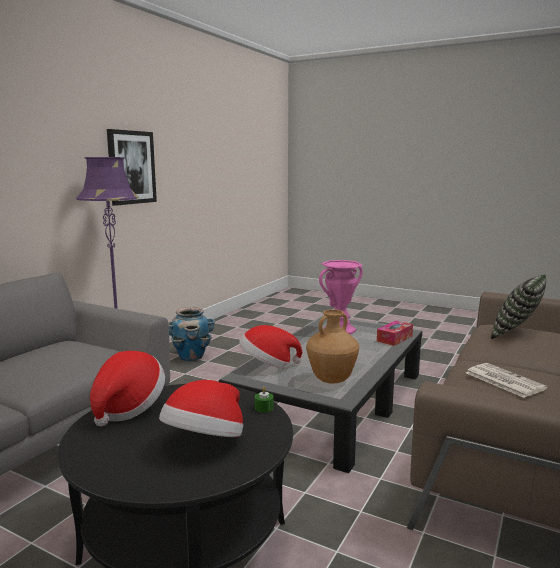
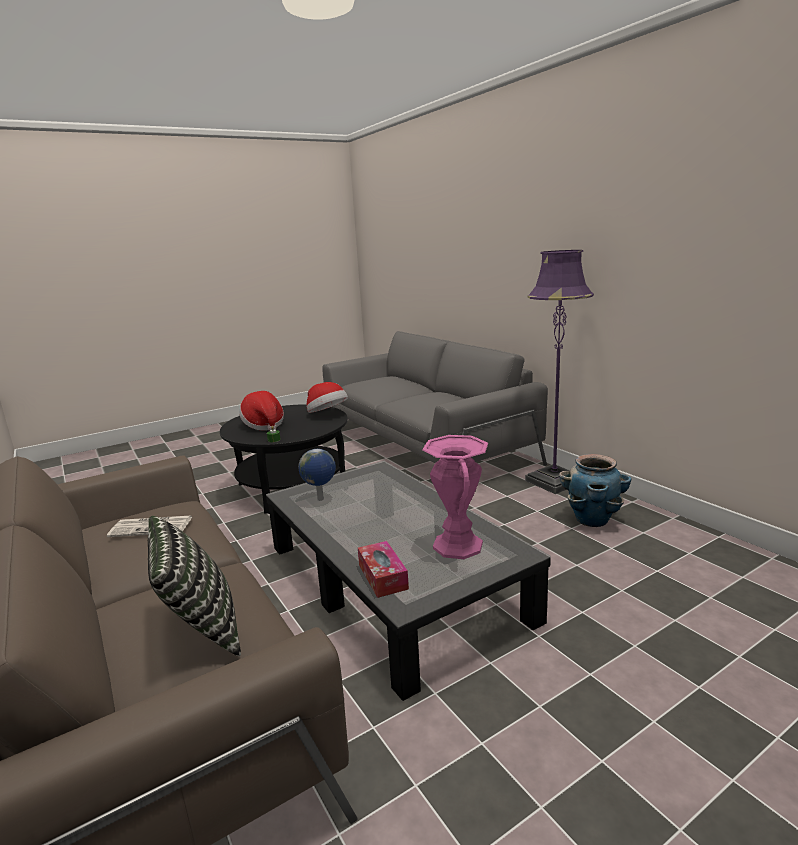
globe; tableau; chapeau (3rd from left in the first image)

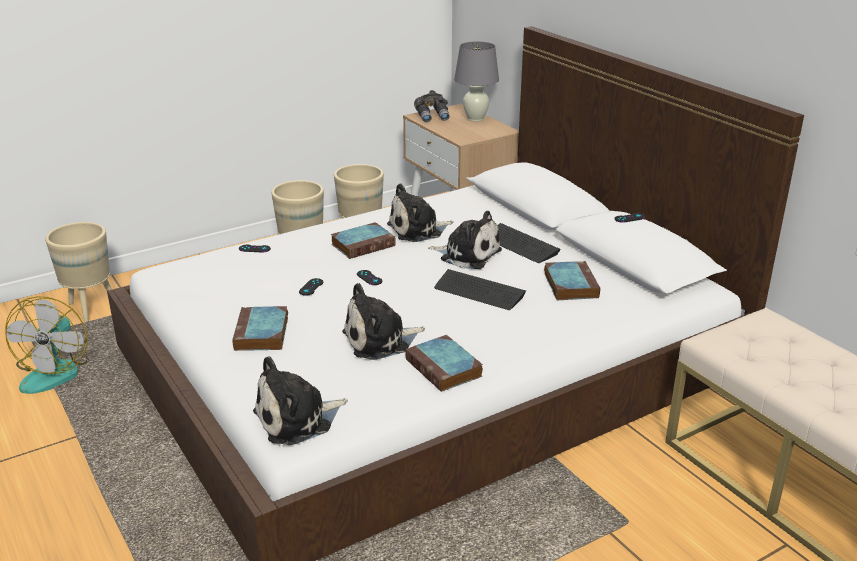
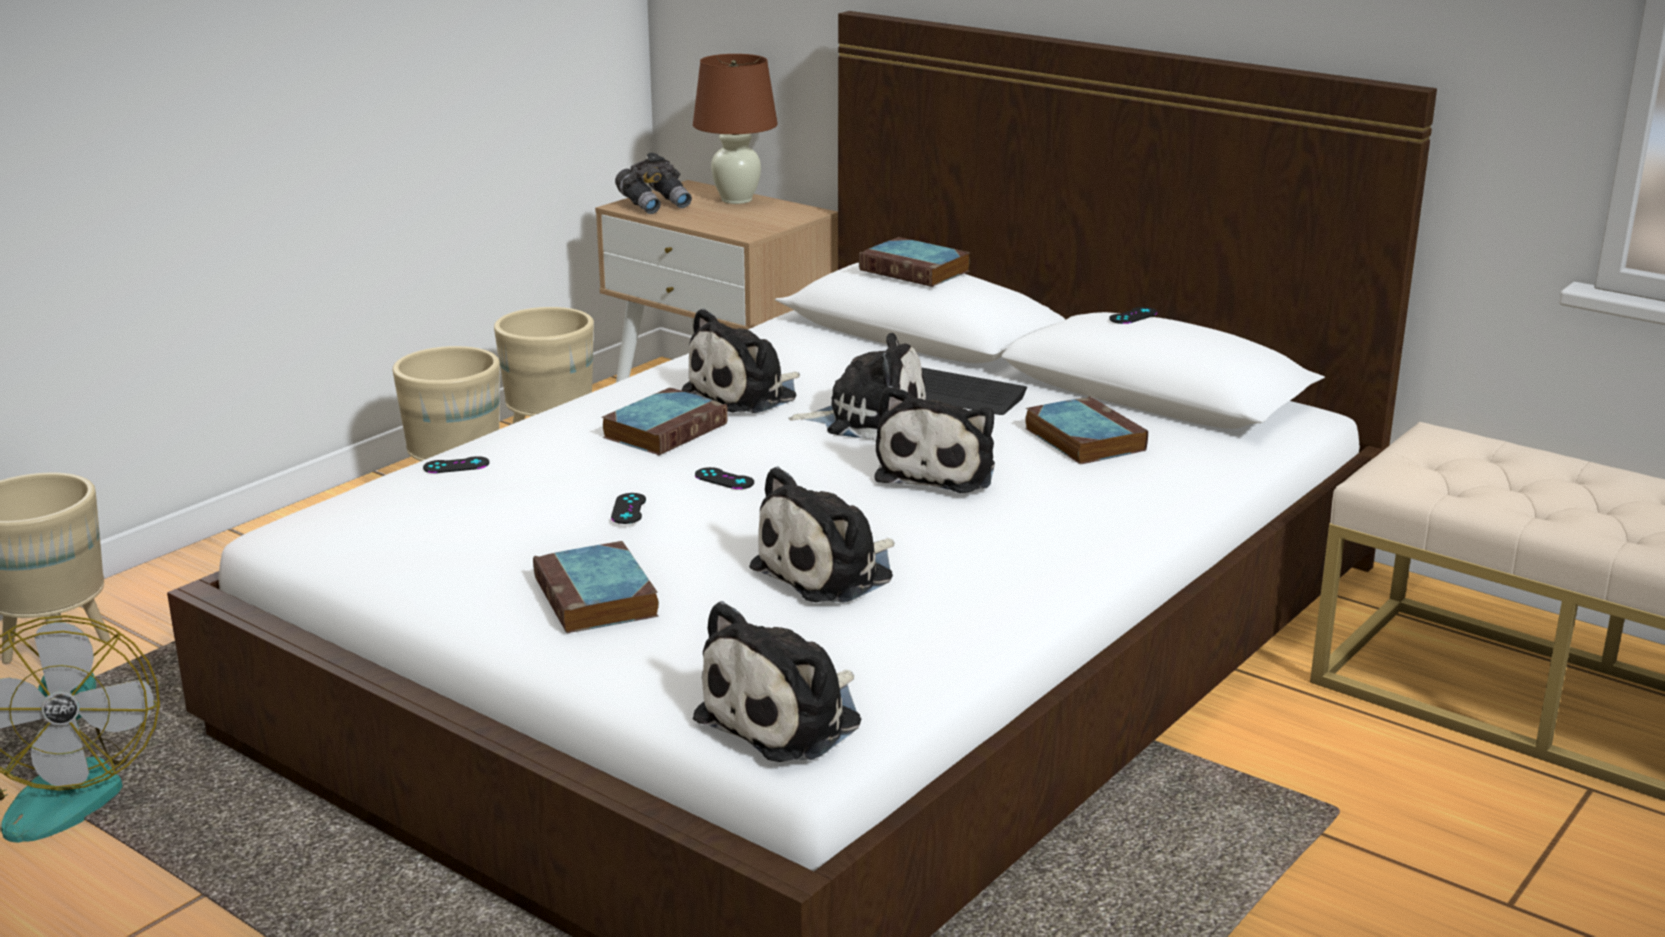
lampe de table [marron]; livre (3rd from left); peluche (5th from left)

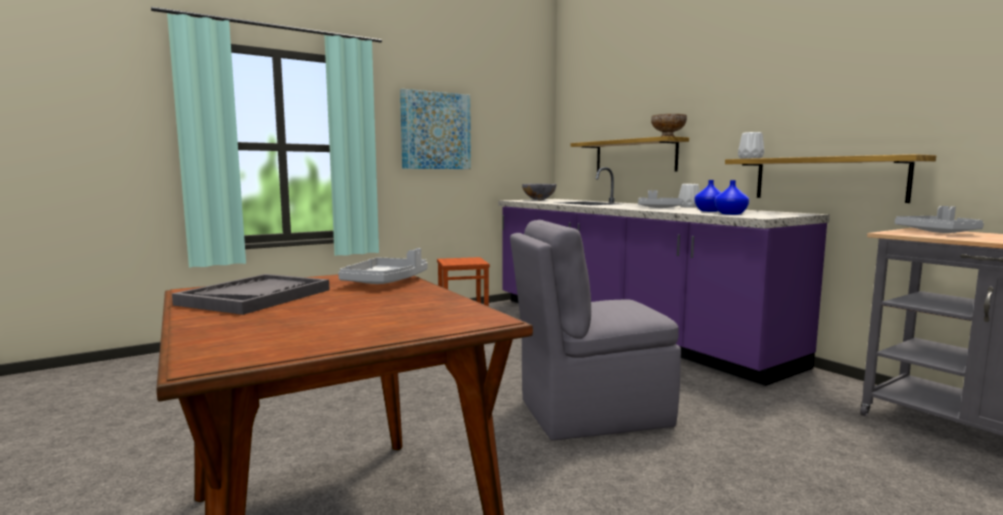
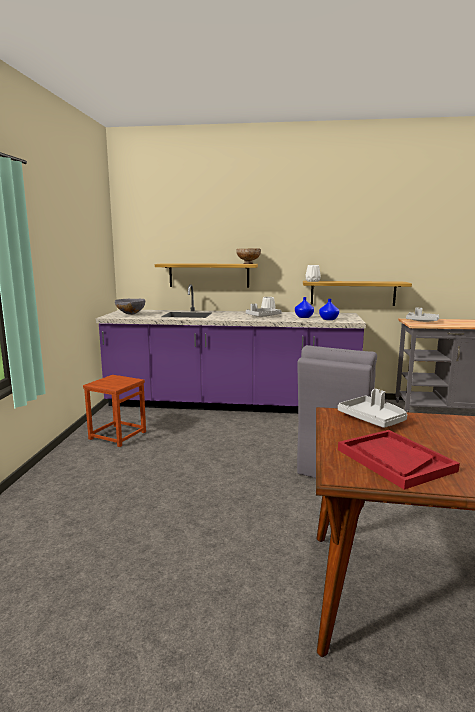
plateau [rouge]; tableau

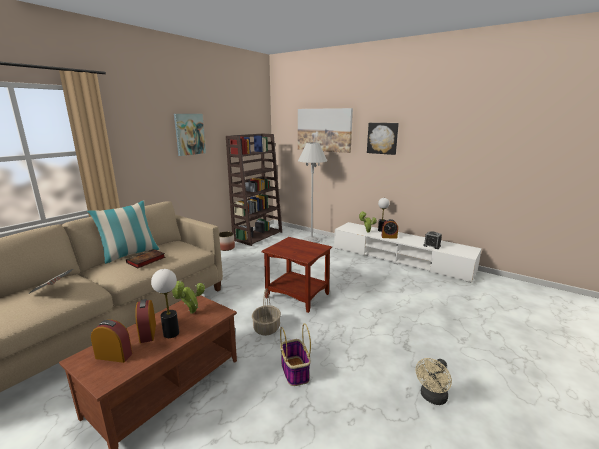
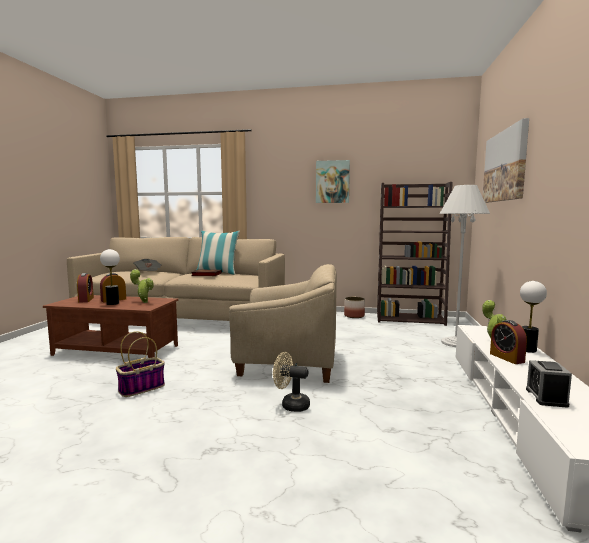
fauteuil [beige]; ventilateur [beige]; panier (1st from left in the first image); tableau (3rd from left in the first image)

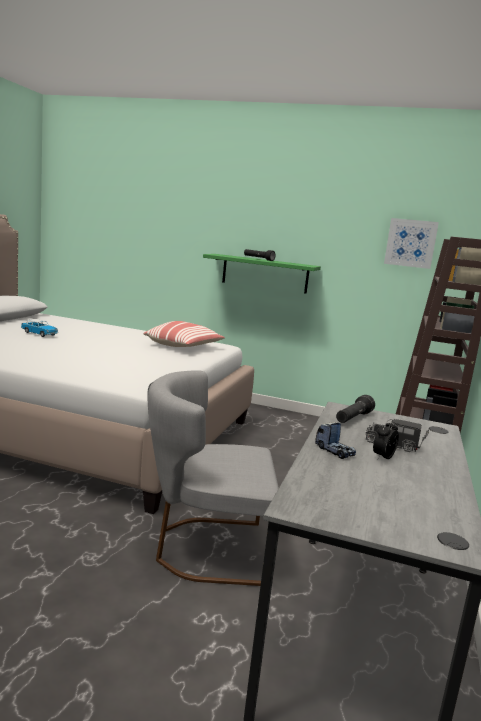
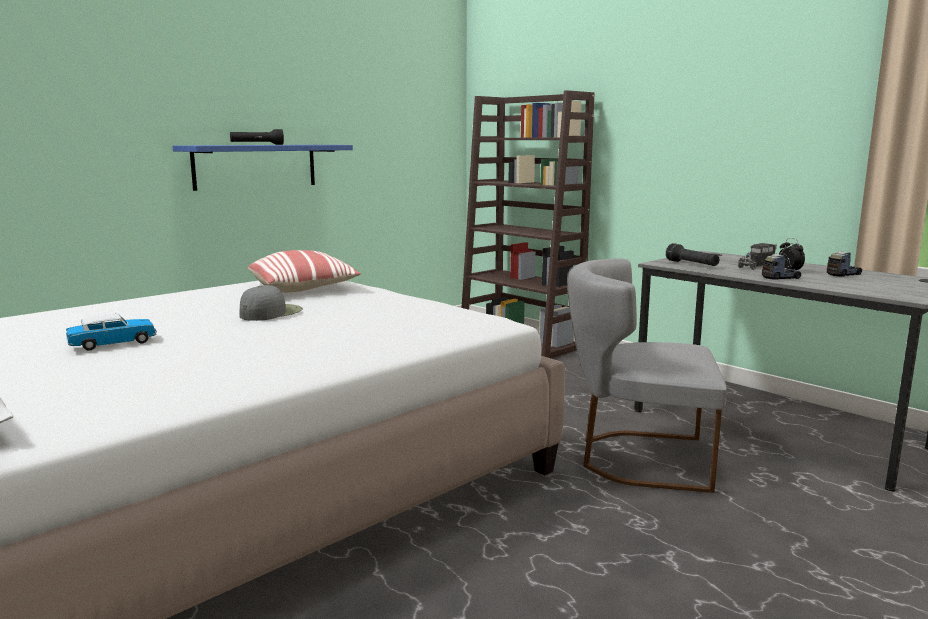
étagère [bleu]; casquette [gris]; chaise [gris]; camion jouet (3rd from left); tableau

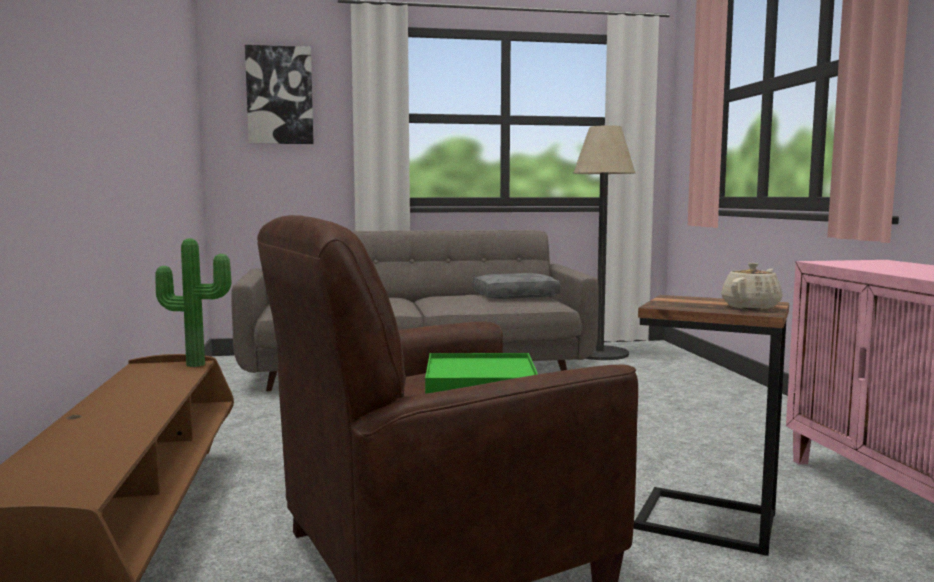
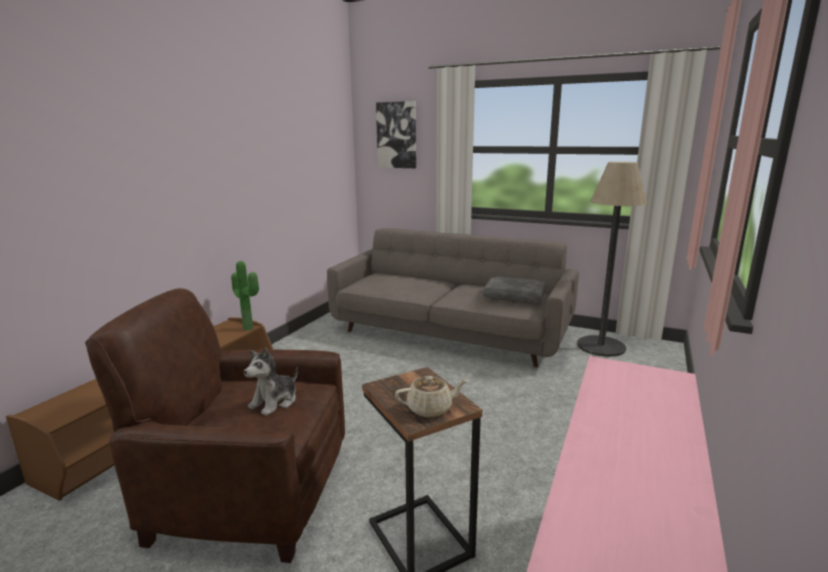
peluche

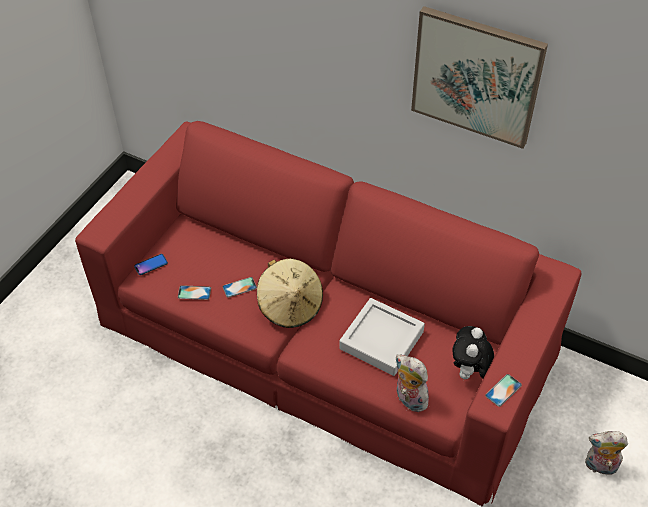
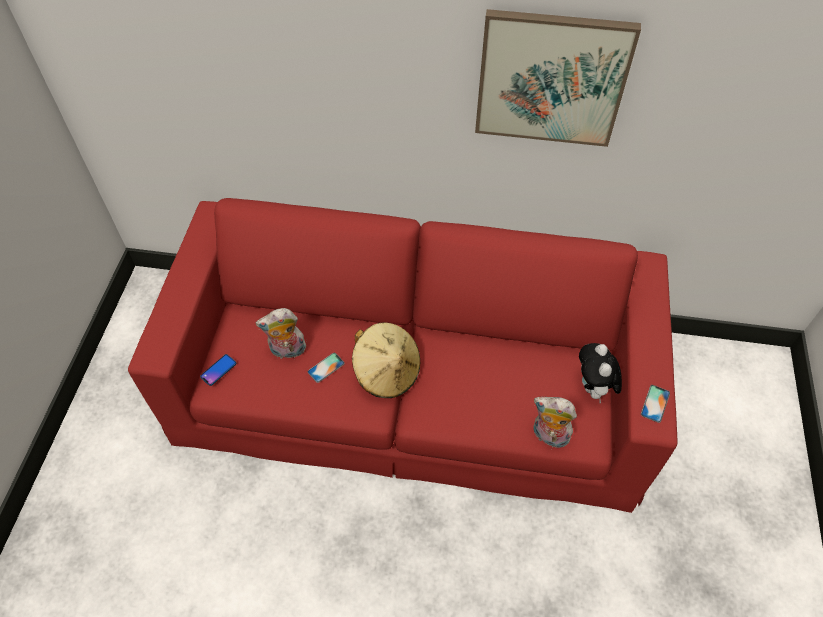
peluche (1st from left); téléphone (2nd from left in the first image); plateau [gris]

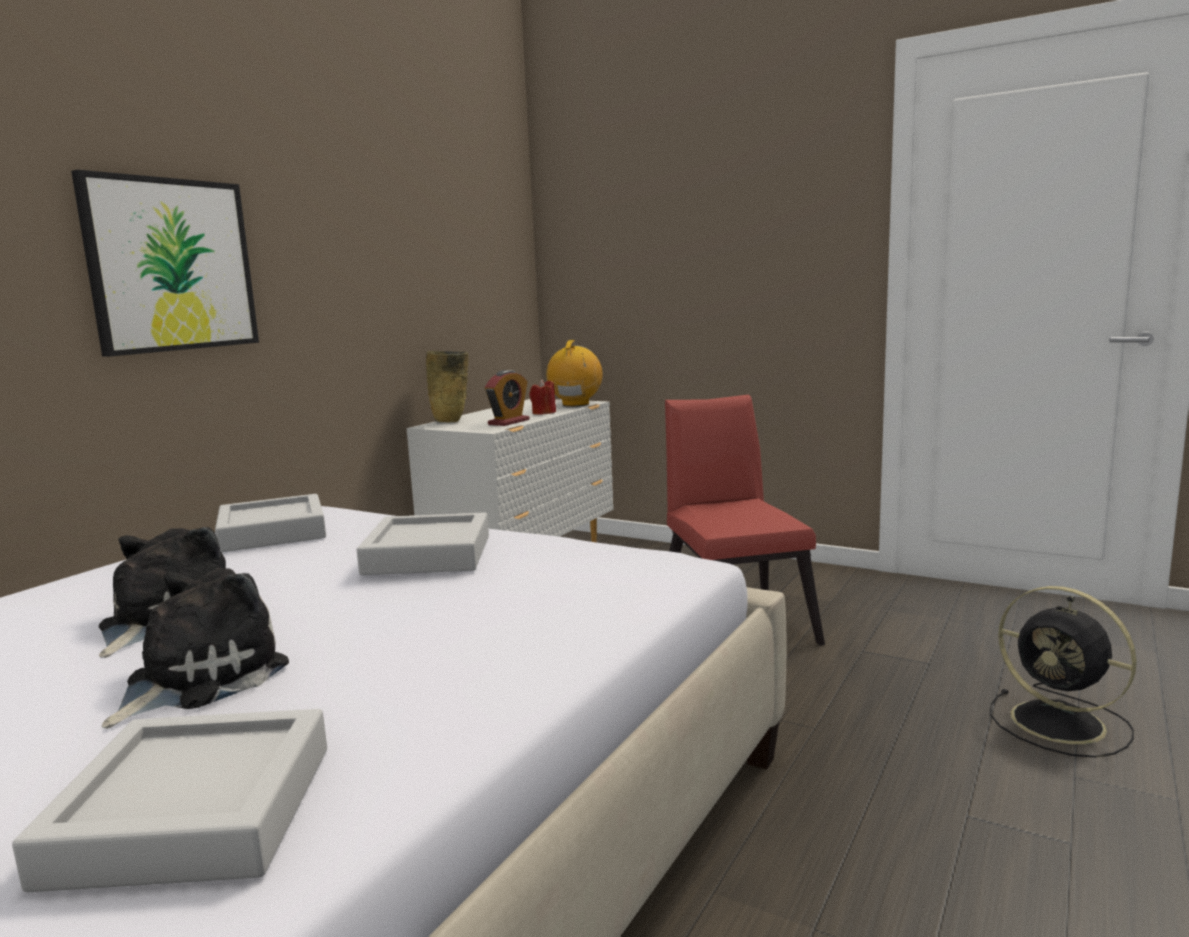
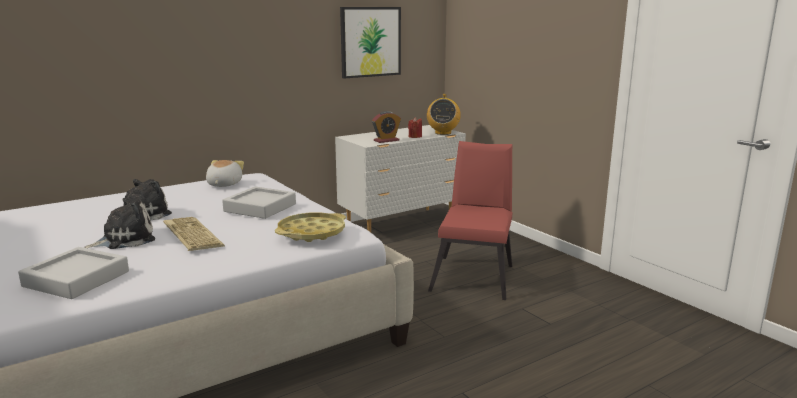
clavier; peluche (3rd from left); plateau [jaune]; tableau; radio; vase [beige]; ventilateur [noir]

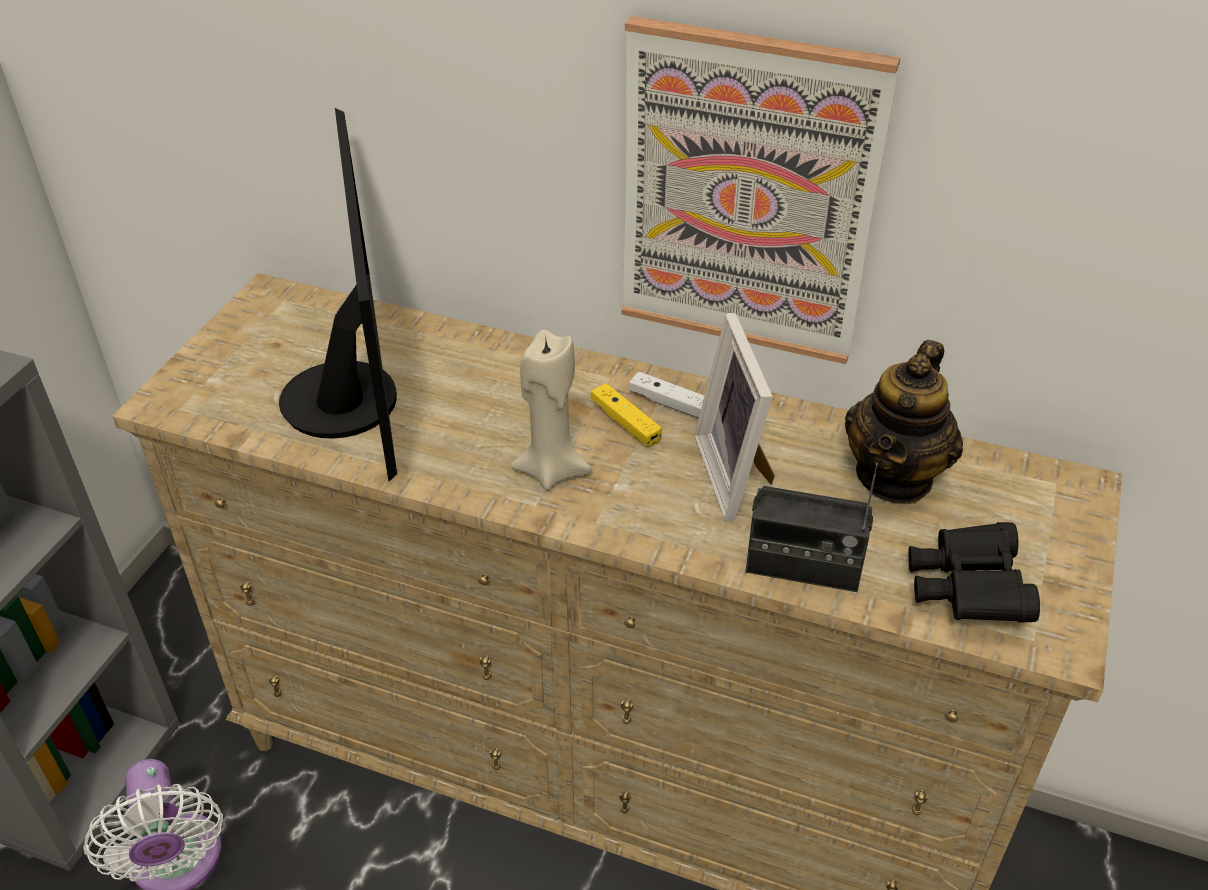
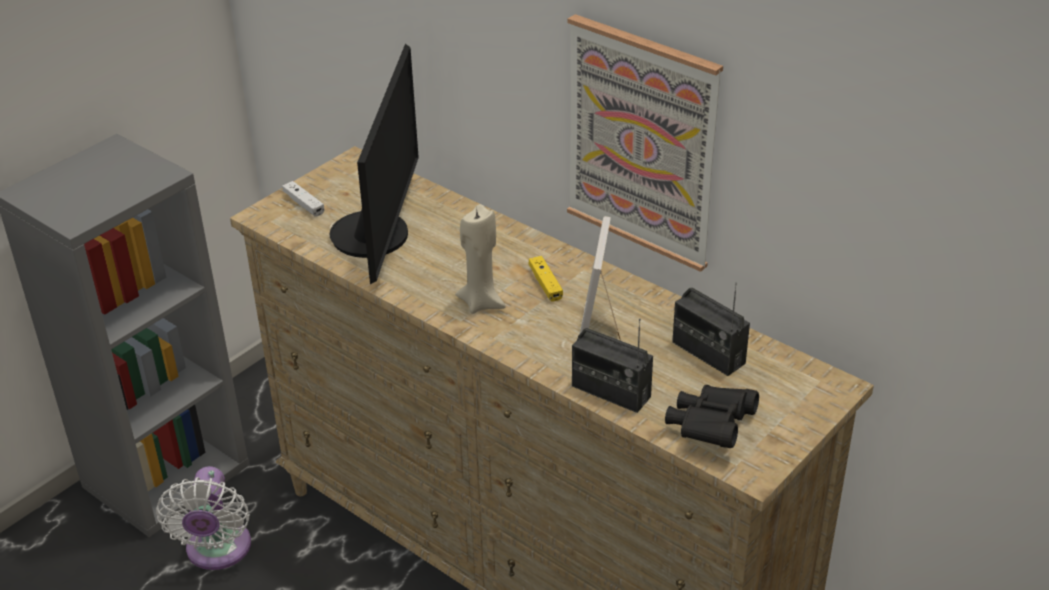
manette [blanc]; radio (2nd from left)

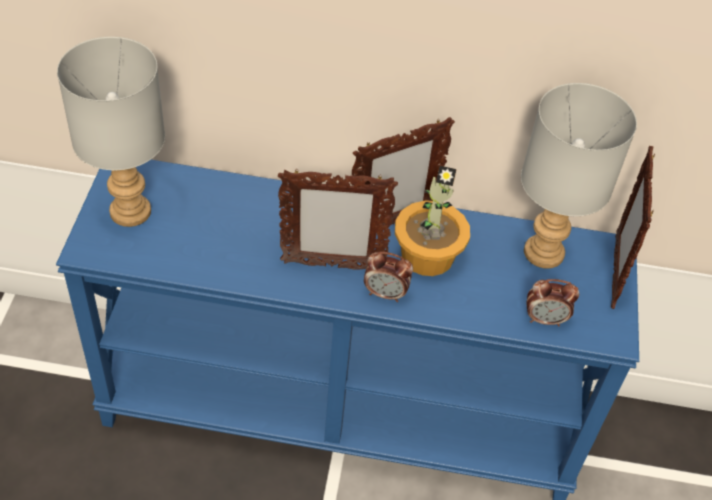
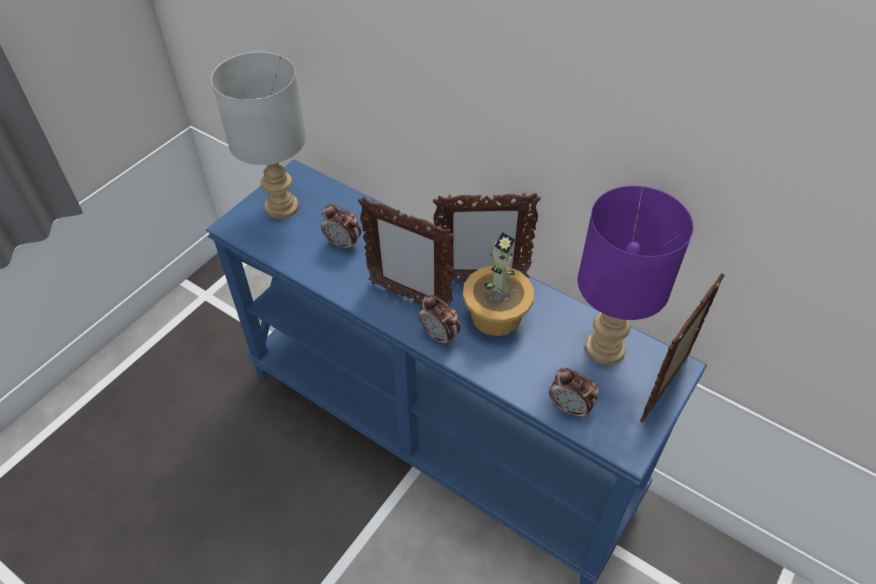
réveil (1st from left); lampe de table [violet]

